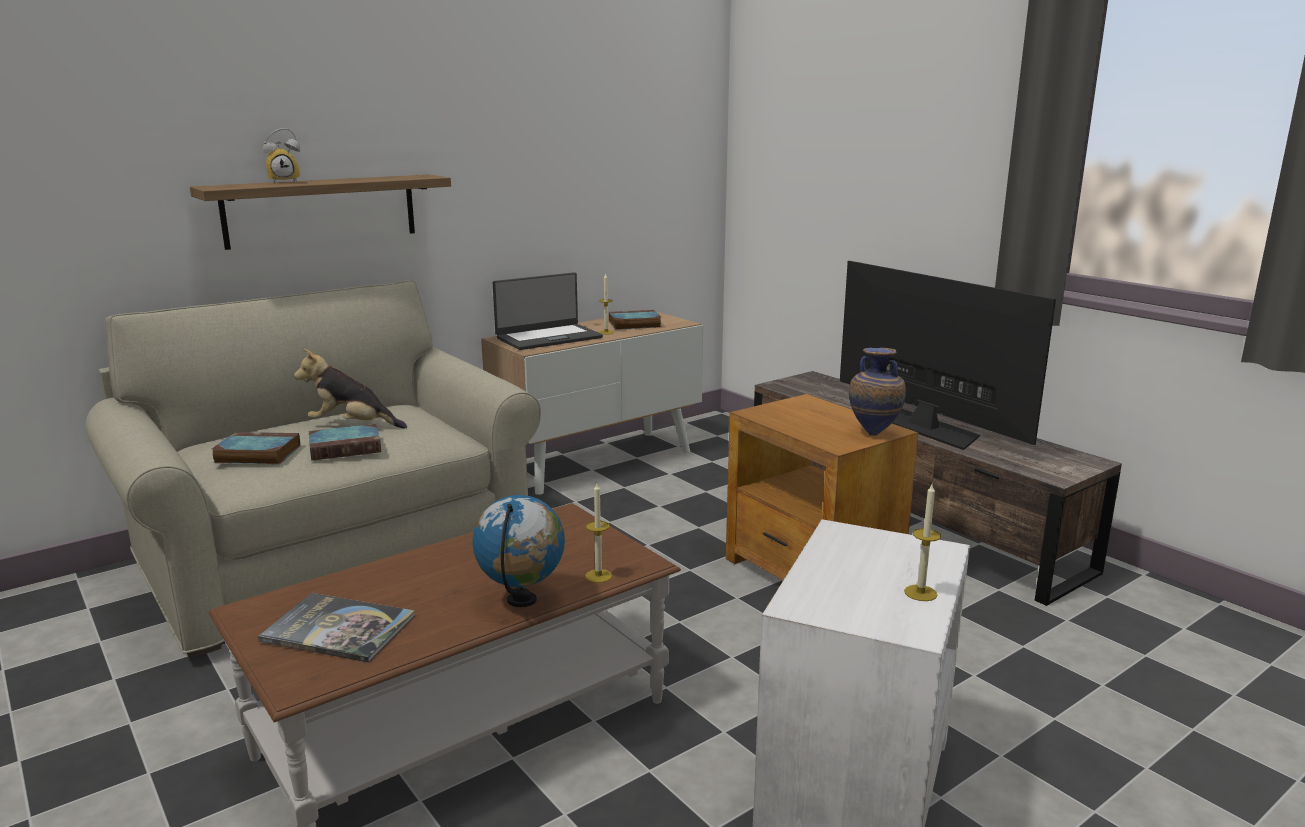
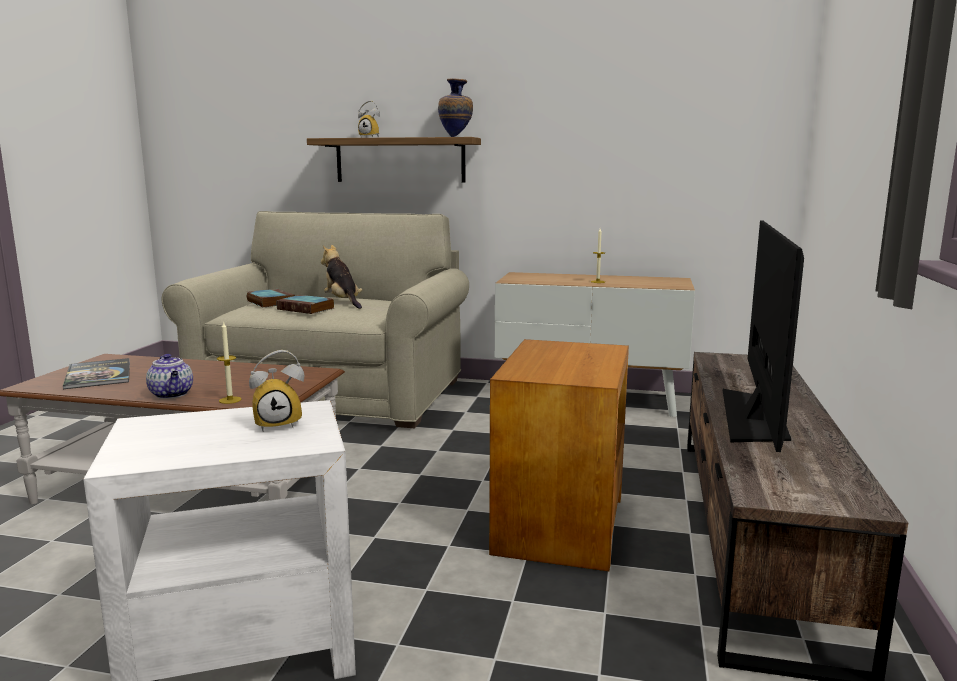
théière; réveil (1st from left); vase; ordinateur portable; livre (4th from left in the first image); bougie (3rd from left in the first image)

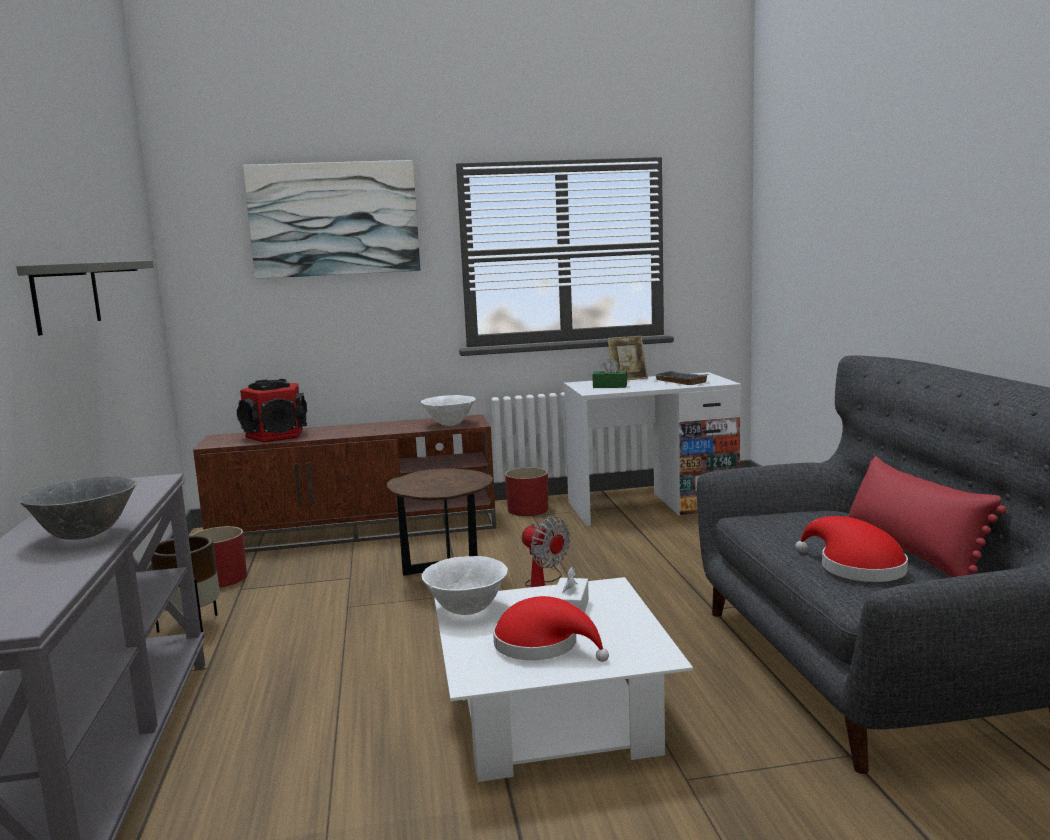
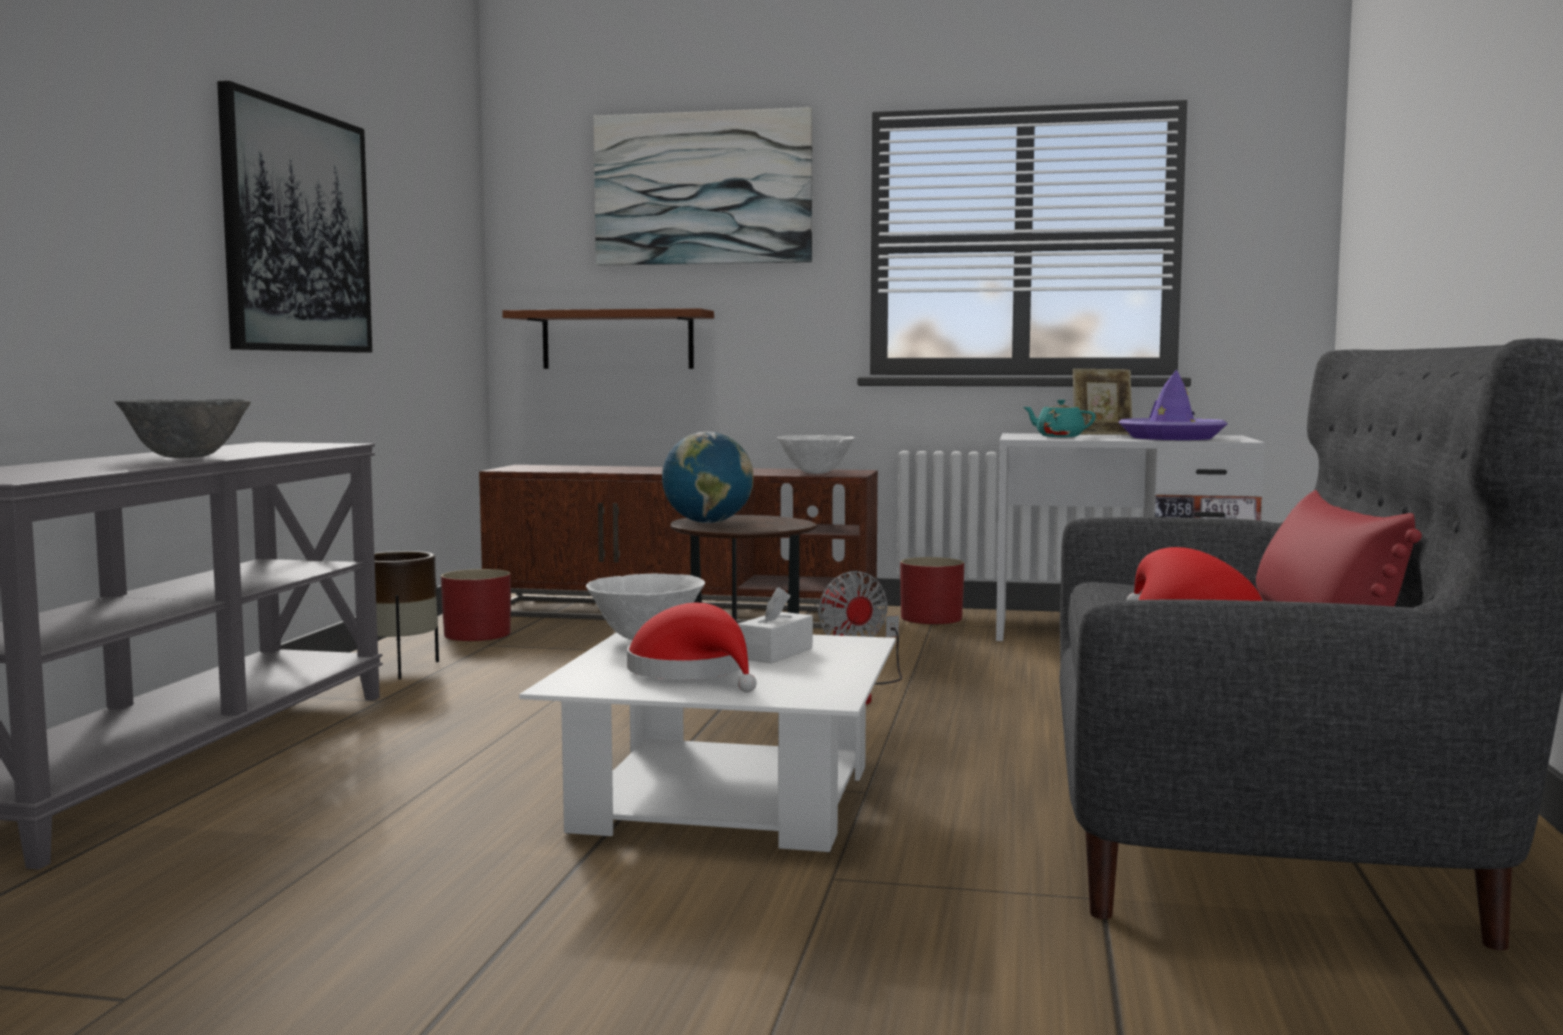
tableau (1st from left); étagère [marron]; globe; théière [turquoise]; chapeau [violet]; enceinte

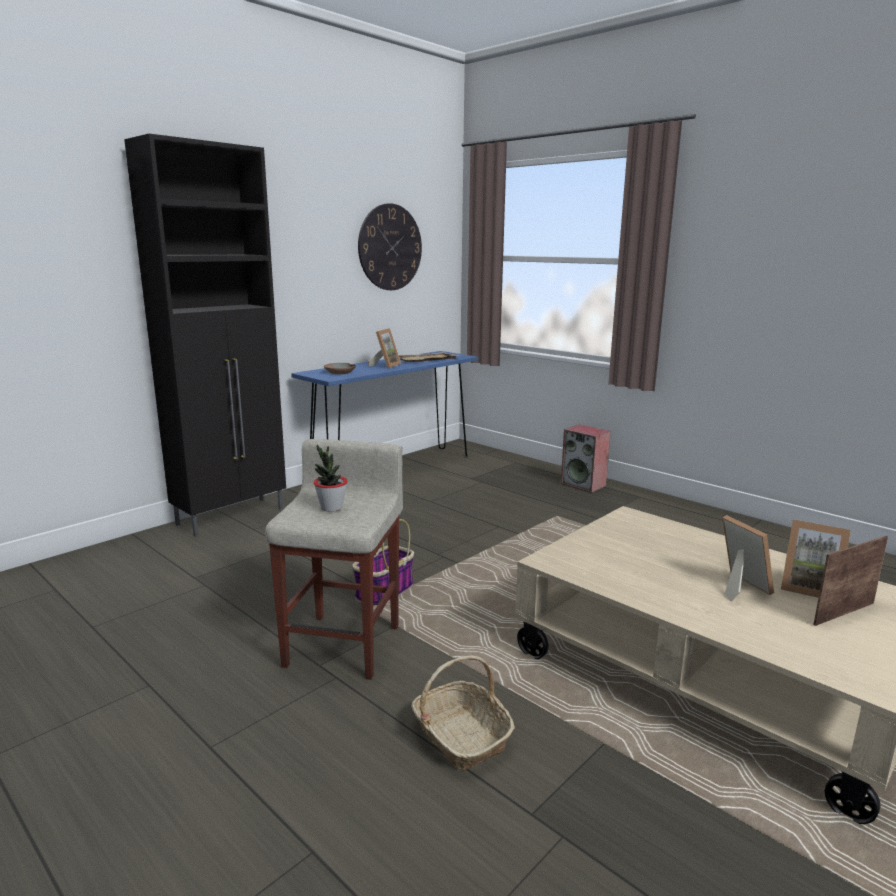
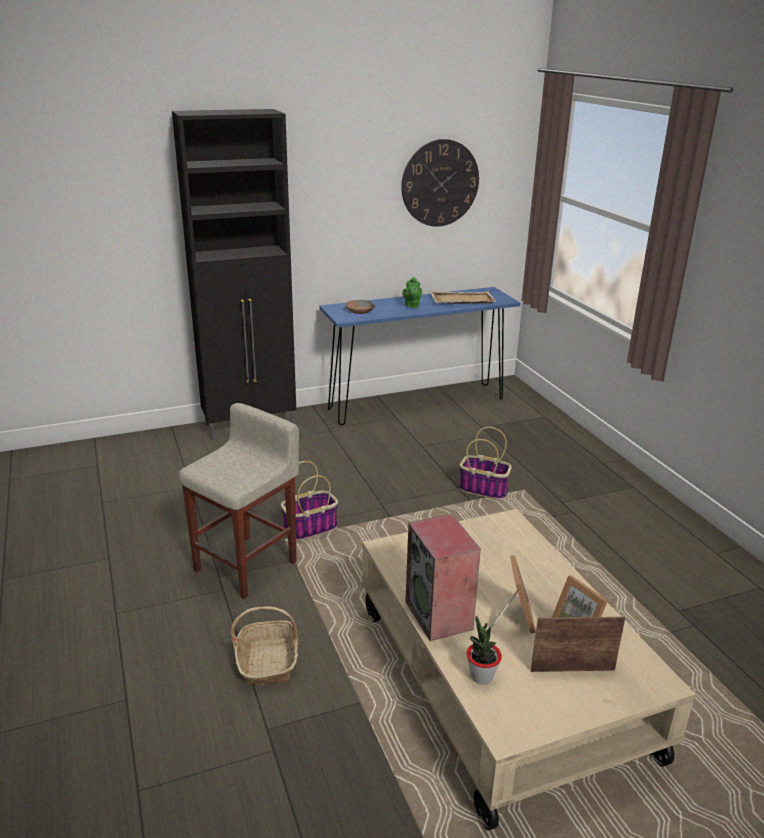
théière [vert]; enceinte; panier (3rd from left); plante en pot

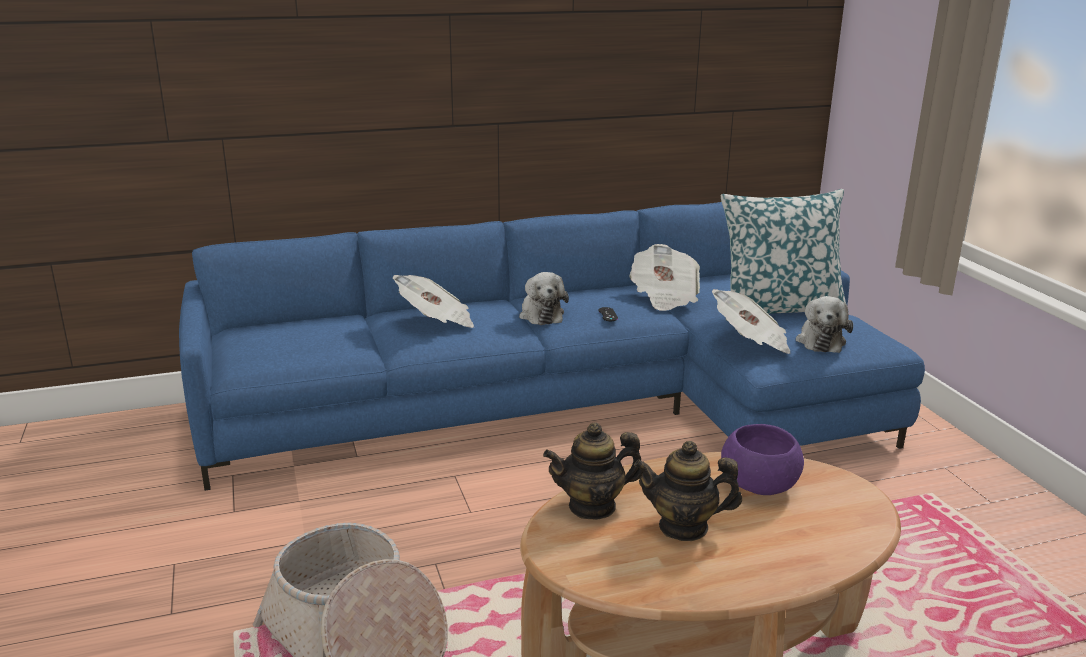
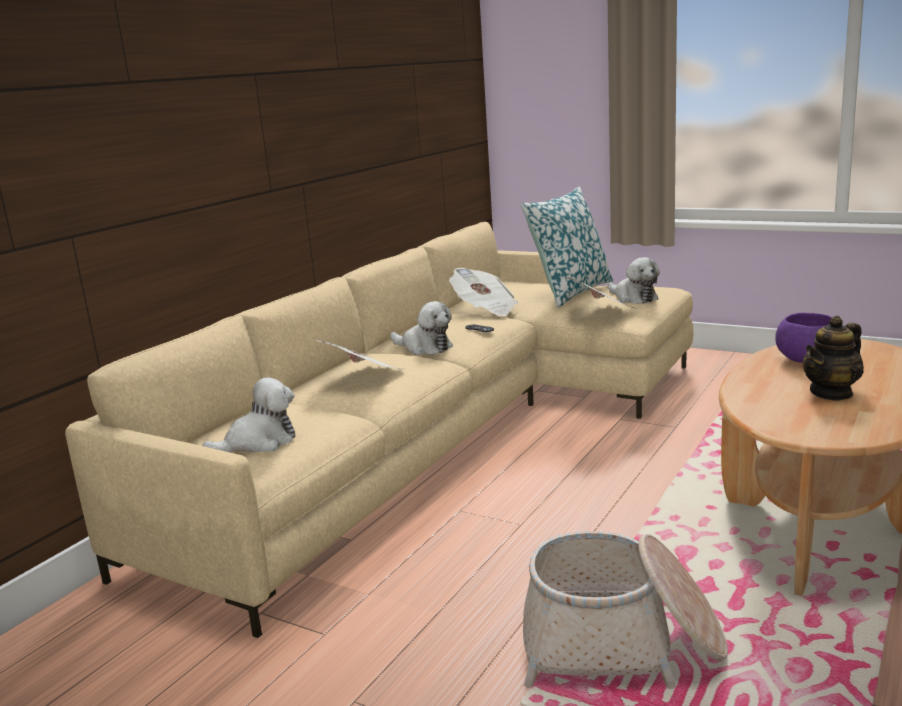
canapé [beige]; peluche (1st from left); théière (1st from left in the first image)

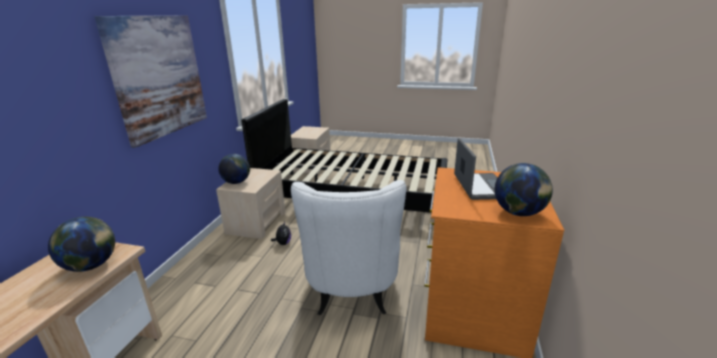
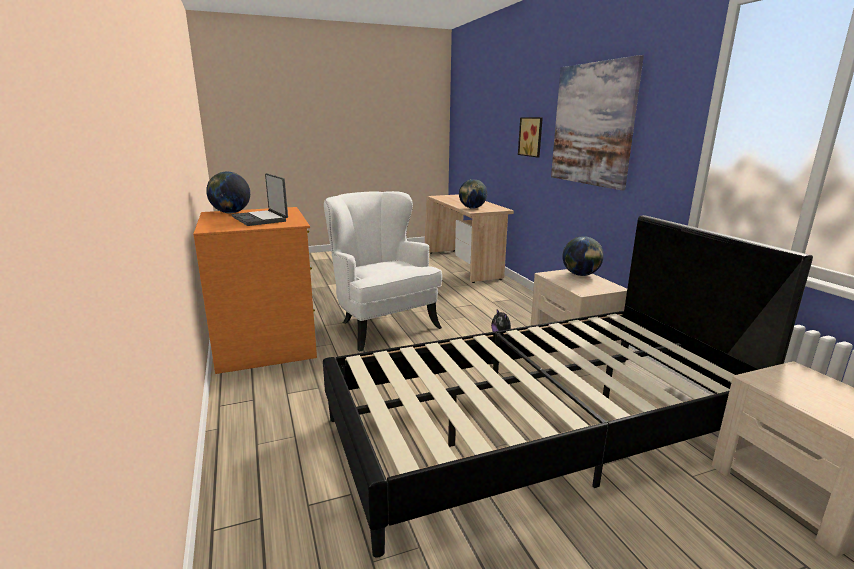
tableau (1st from left)

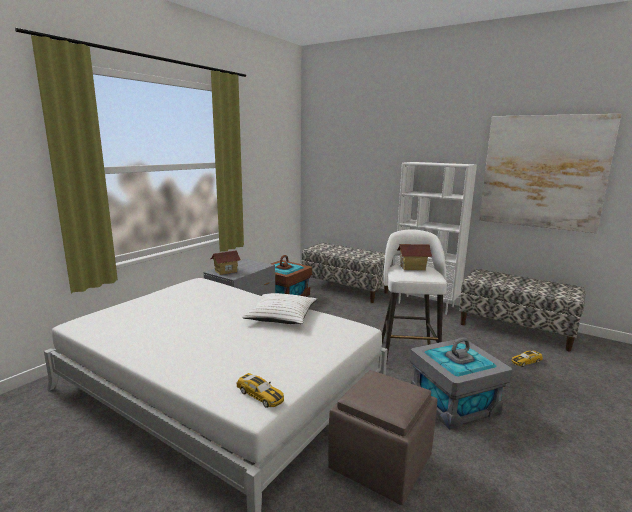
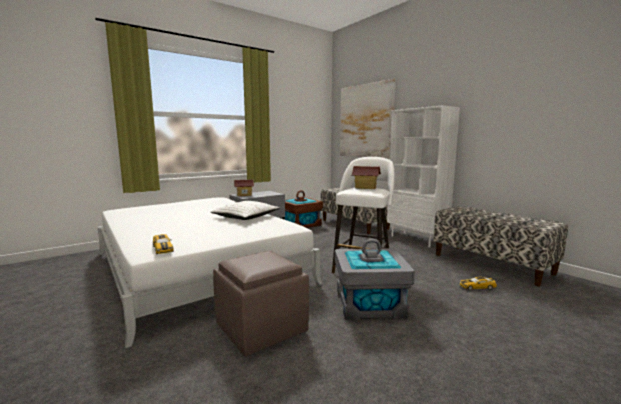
tableau

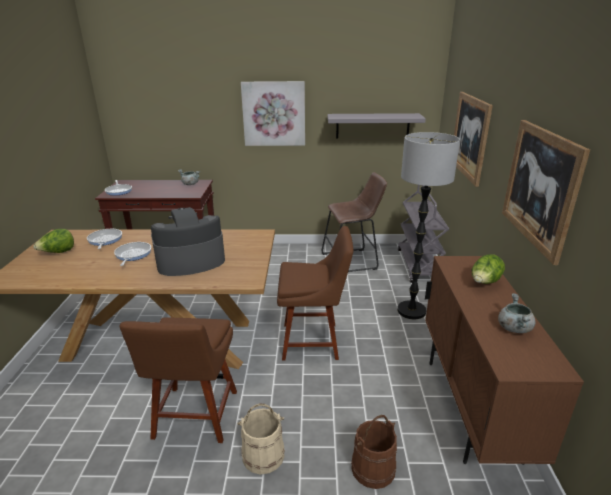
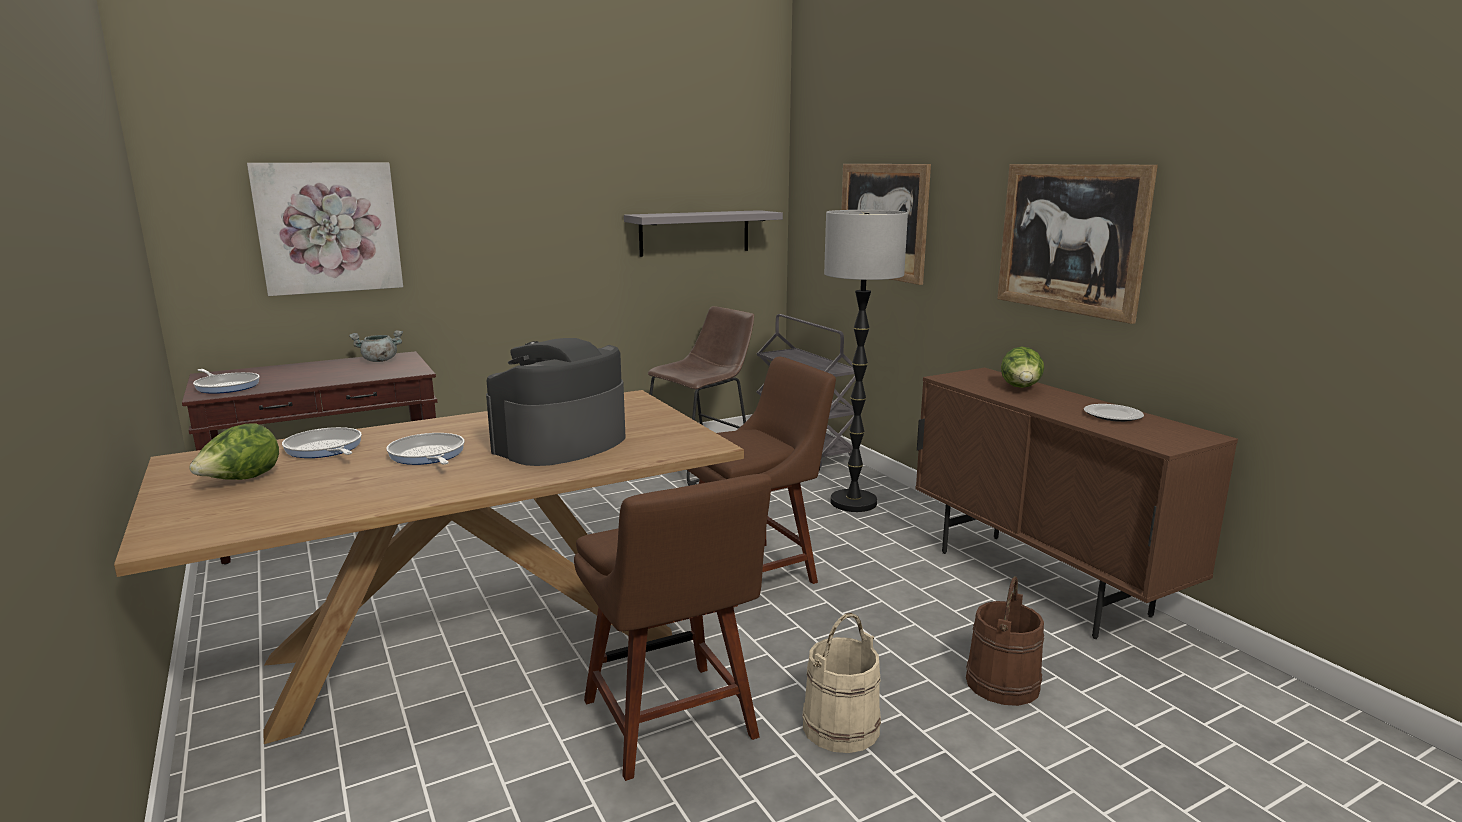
tableau (1st from left); assiette

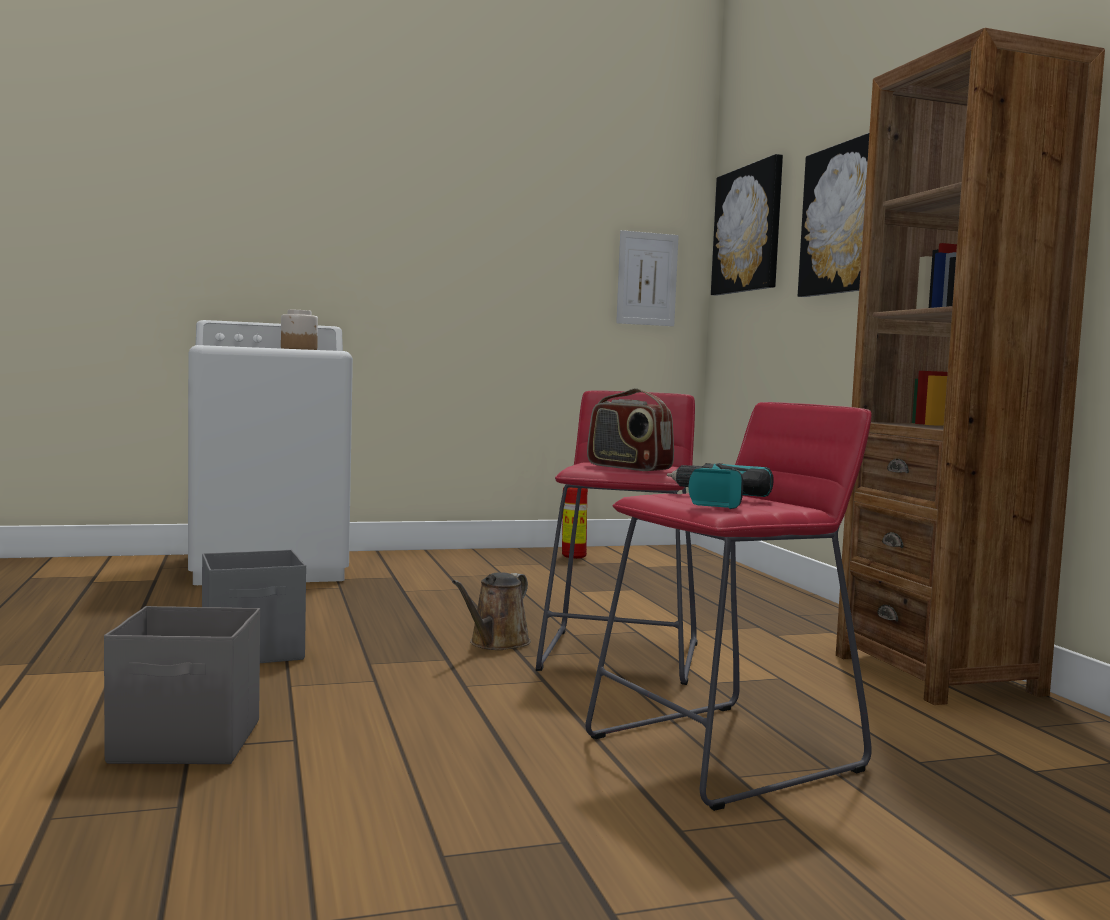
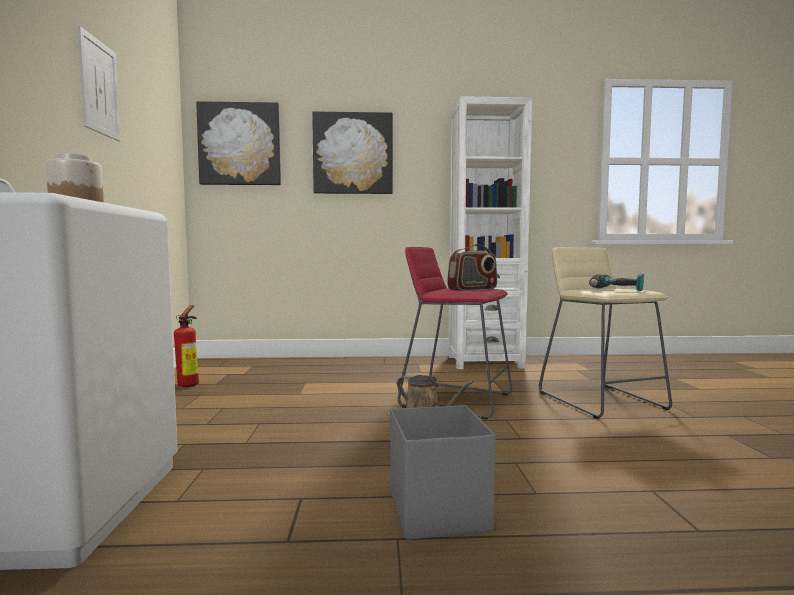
tableau (1st from left); bibliothèque [blanc]; tabouret [beige]; boîte de rangement [gris] (1st from left in the first image)

